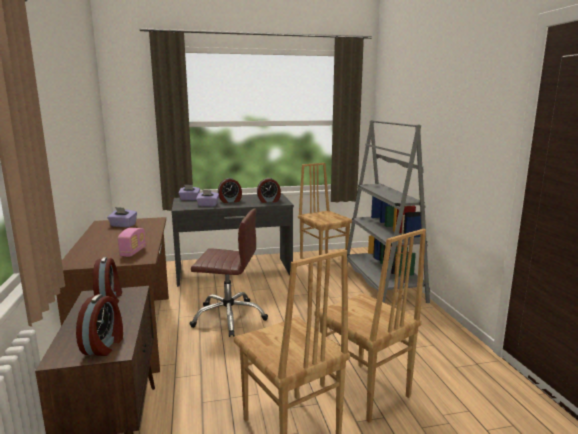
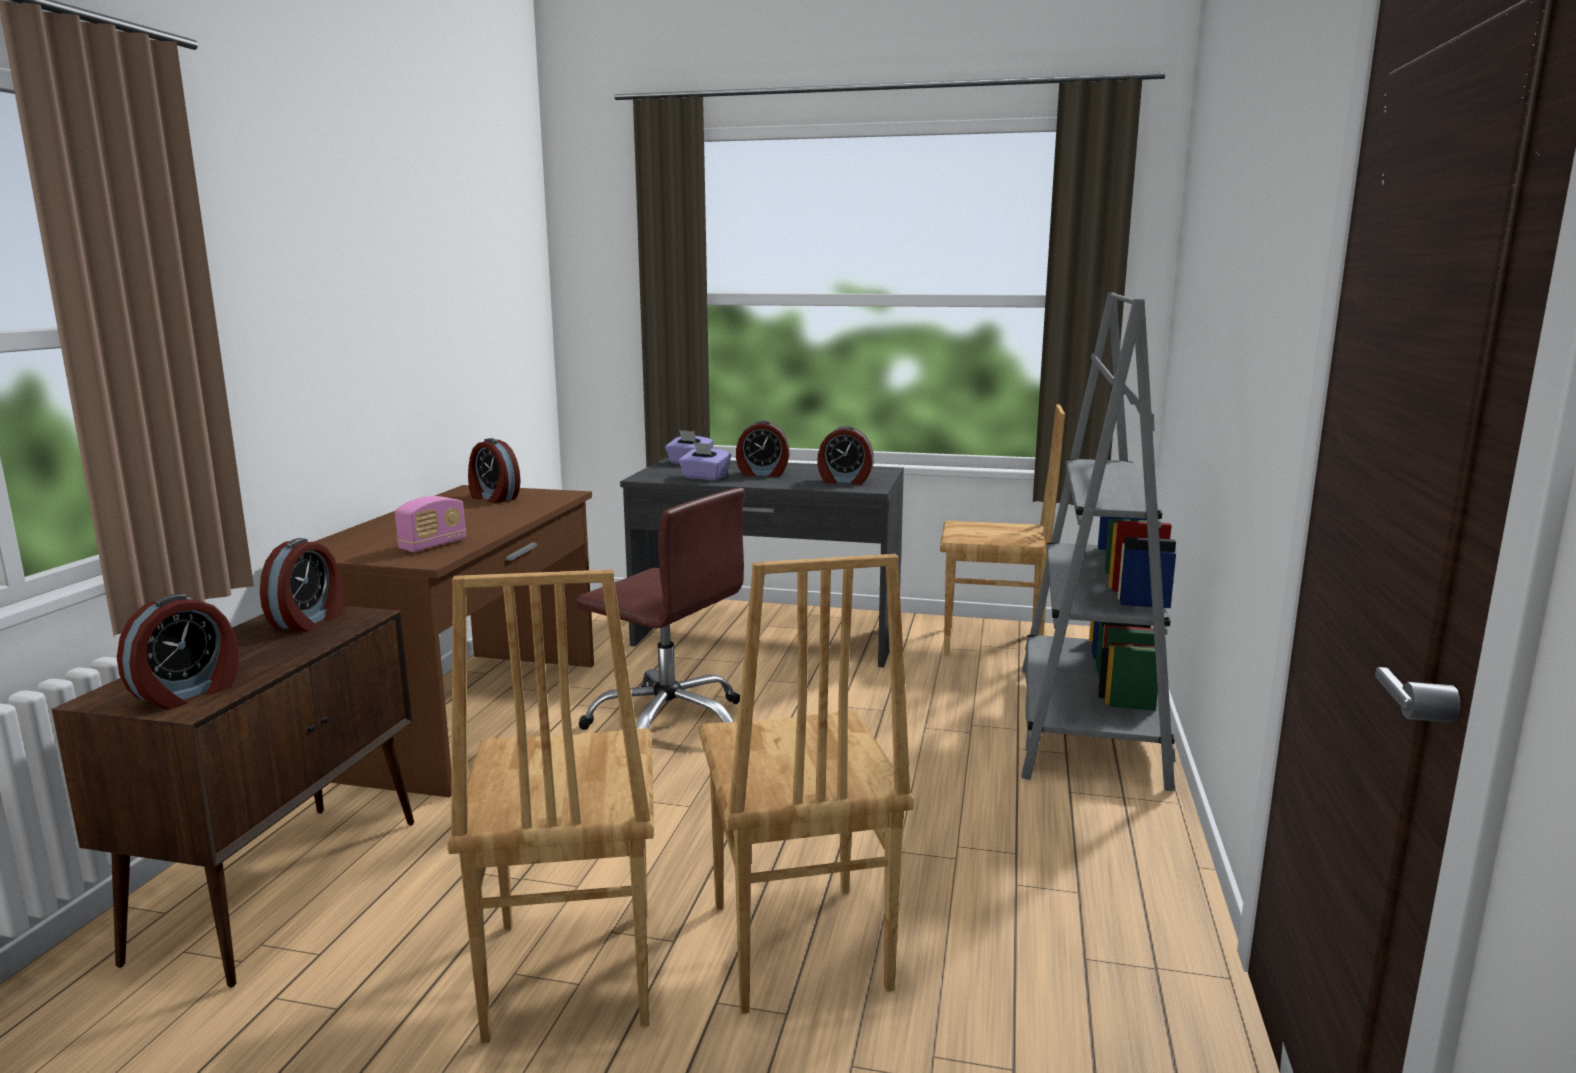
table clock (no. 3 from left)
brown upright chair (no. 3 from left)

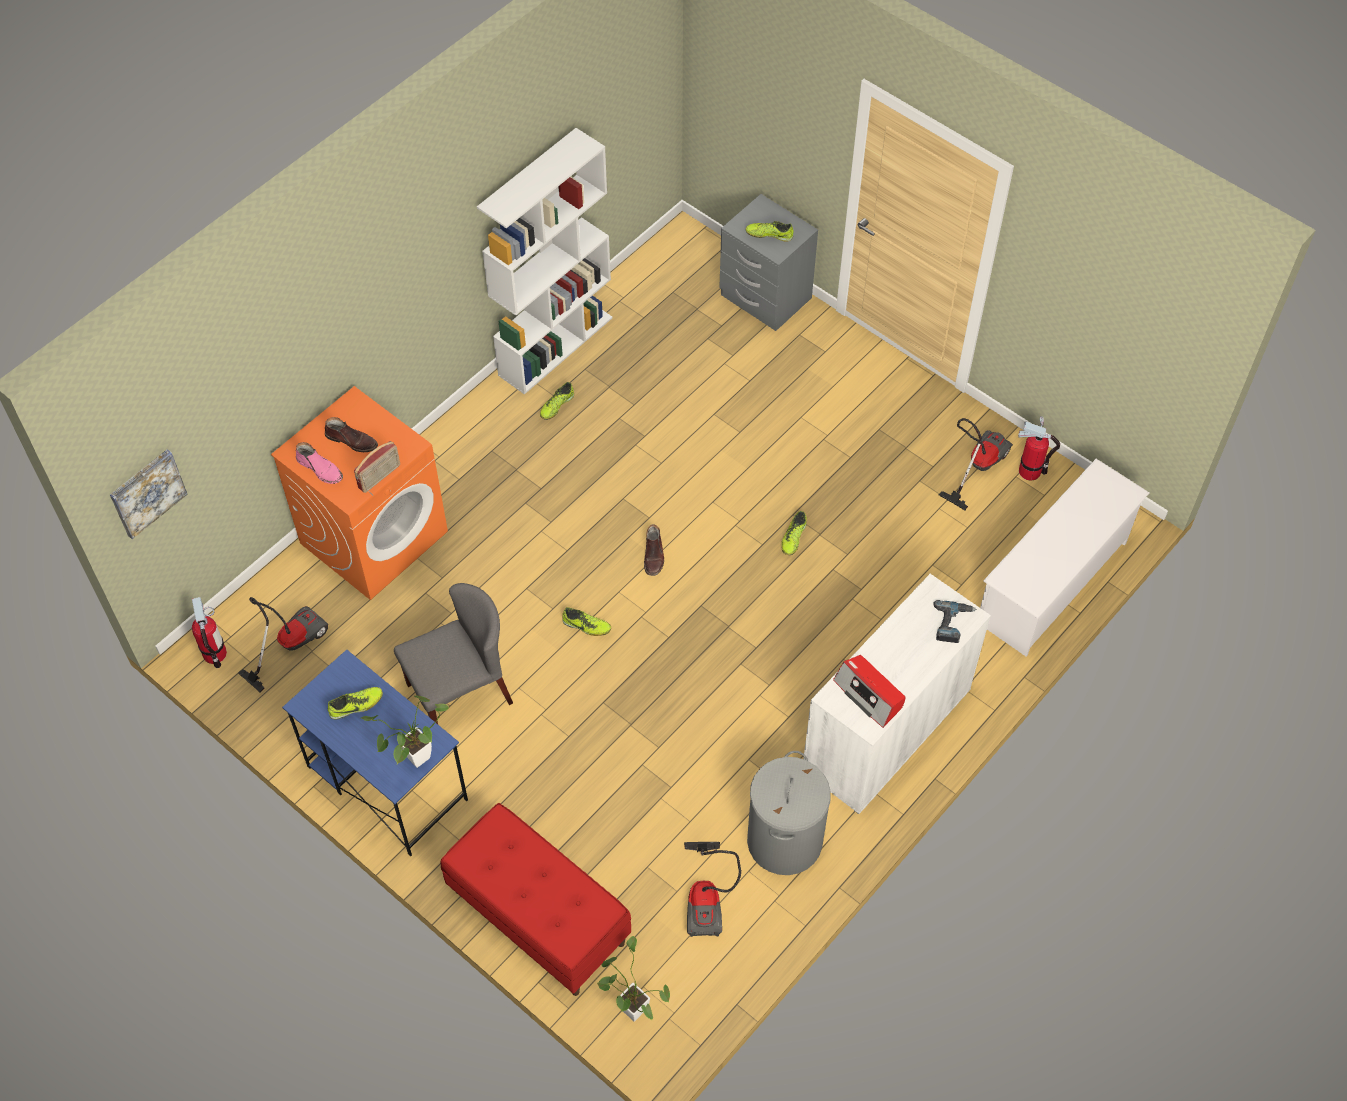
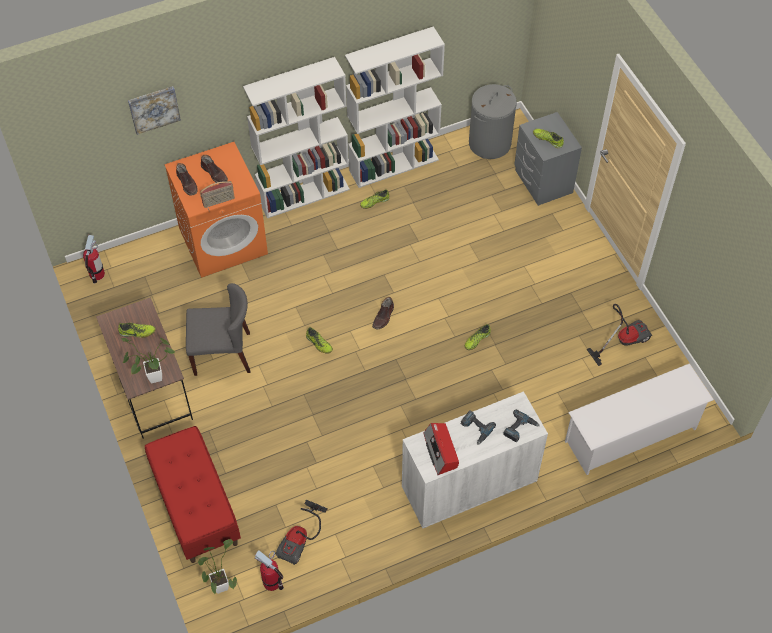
brown desk
picture
brown boot (no. 1 from left)
whitish shelving unit (no. 1 from left)
fire extinguisher (no. 2 from left)
power drill (no. 1 from left)
greyish hamper
vacuum (no. 1 from left in the first image)

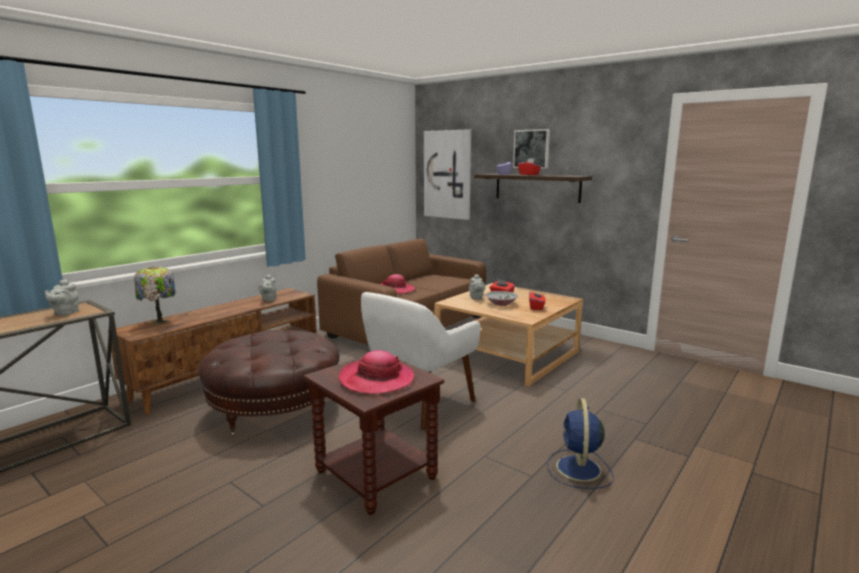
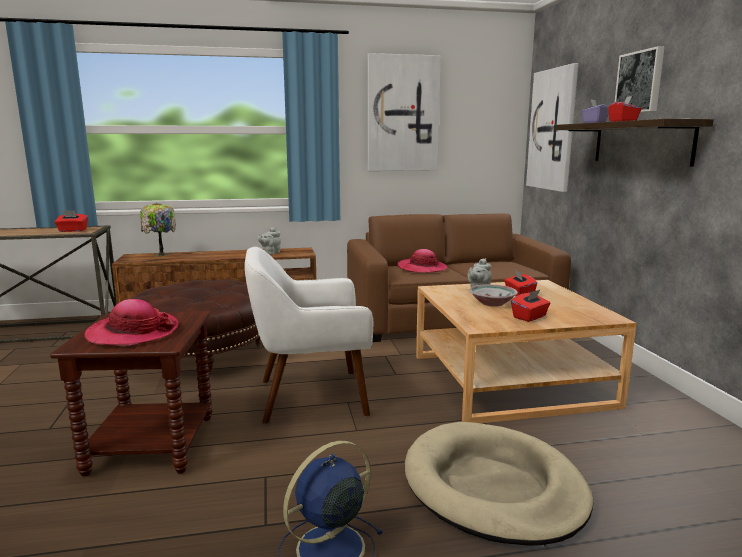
red box of tissues (no. 1 from left)
picture (no. 1 from left)
beige dog bed

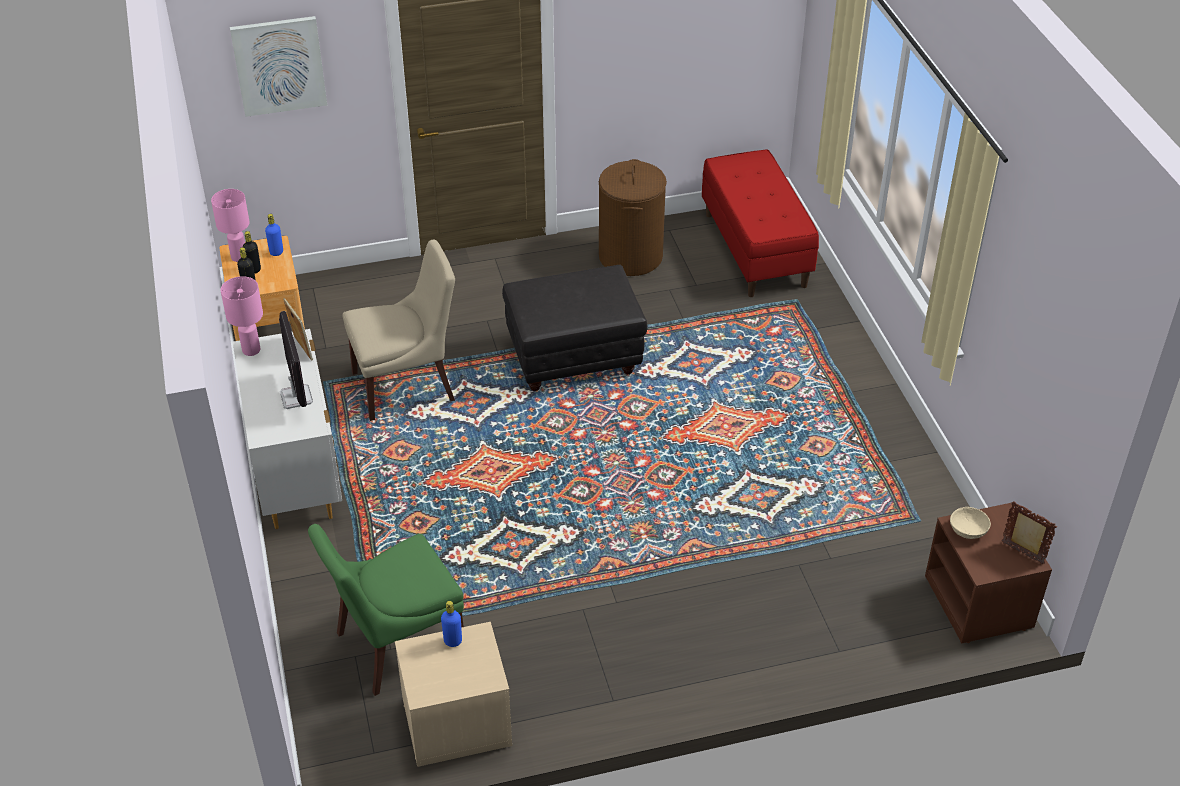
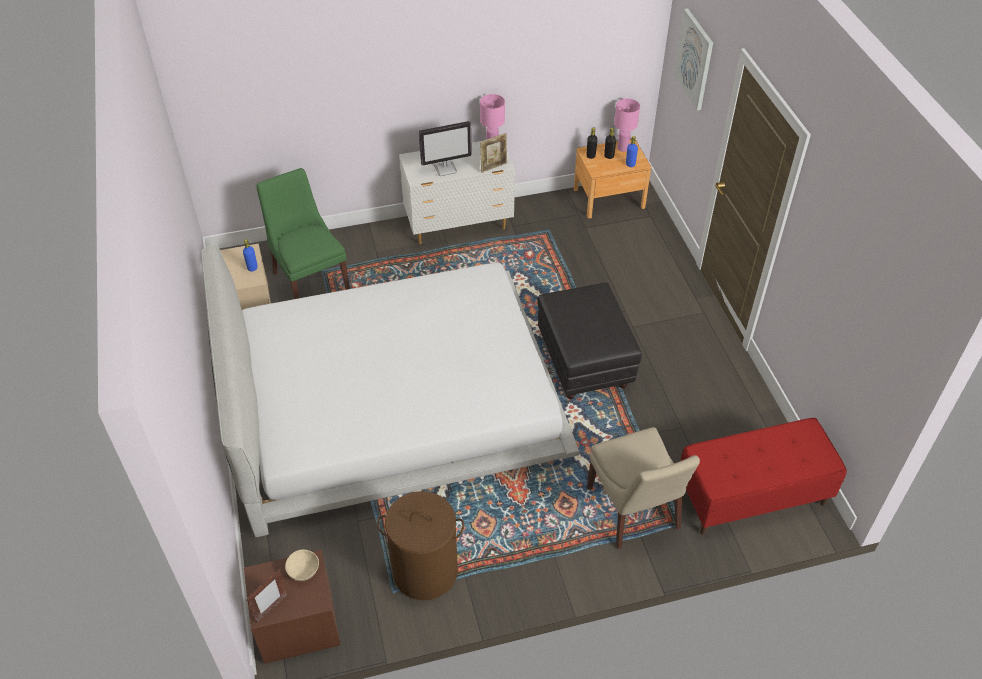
whitish sleeping bed
brown hamper
beige upright chair

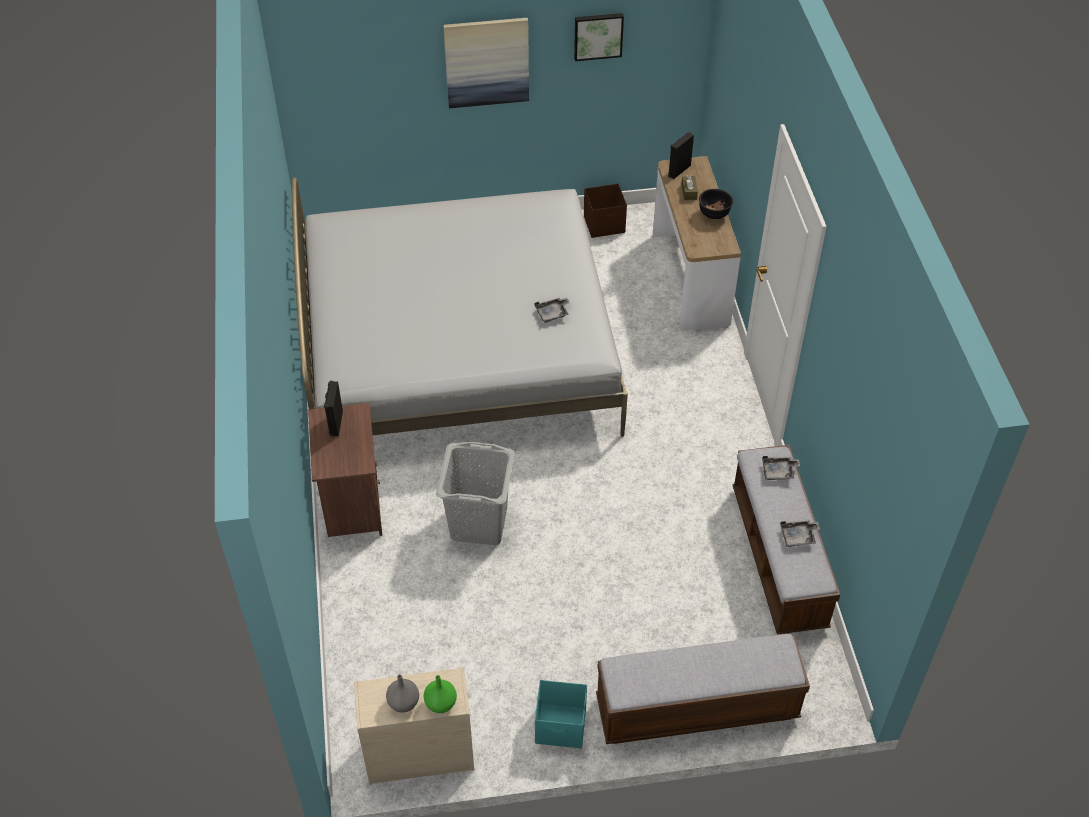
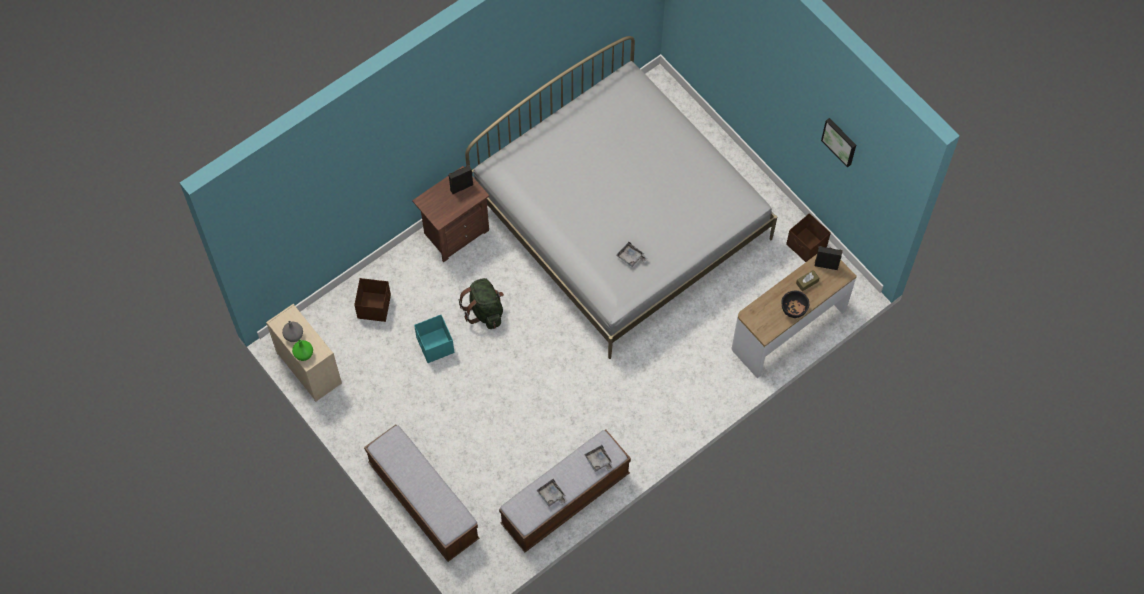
brown storage container (no. 1 from left)
blue-green storage container
green-coloured backpack
picture (no. 1 from left in the first image)

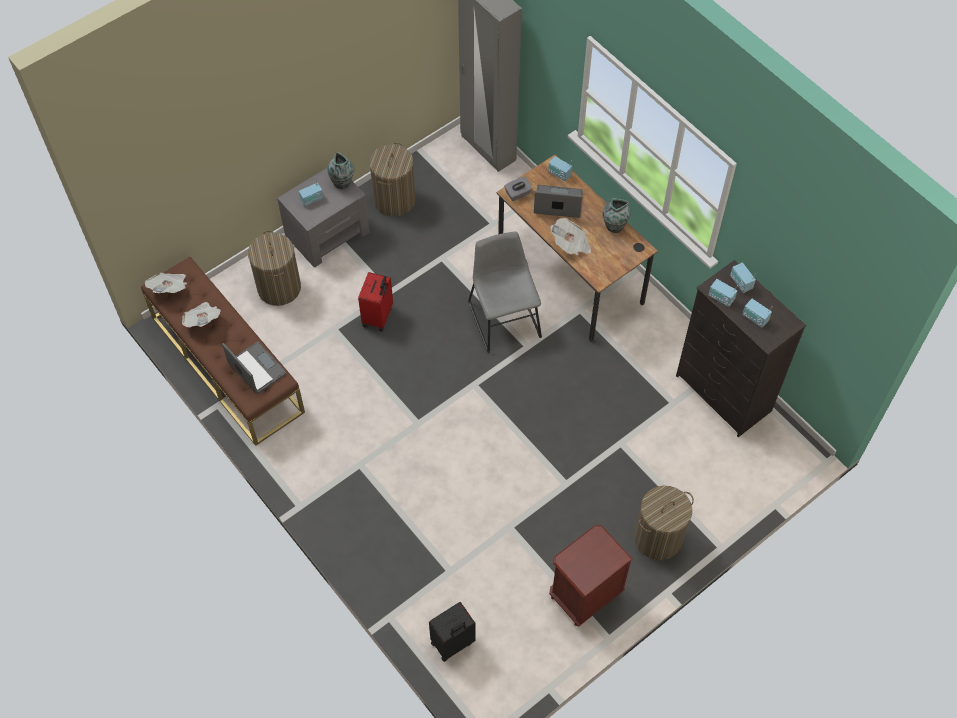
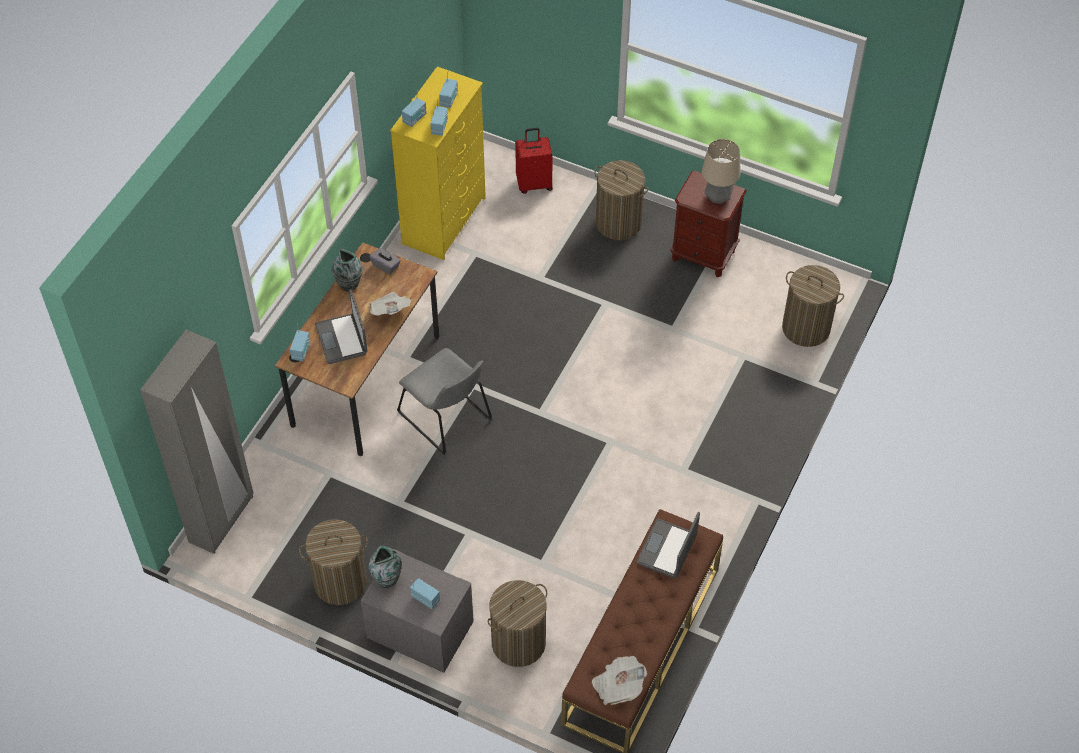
greyish box of tissues
yellow chest of drawers
greyish upright chair
red suitcase
tabletop lamp
hamper (no. 4 from left)
daily paper (no. 2 from left in the first image)

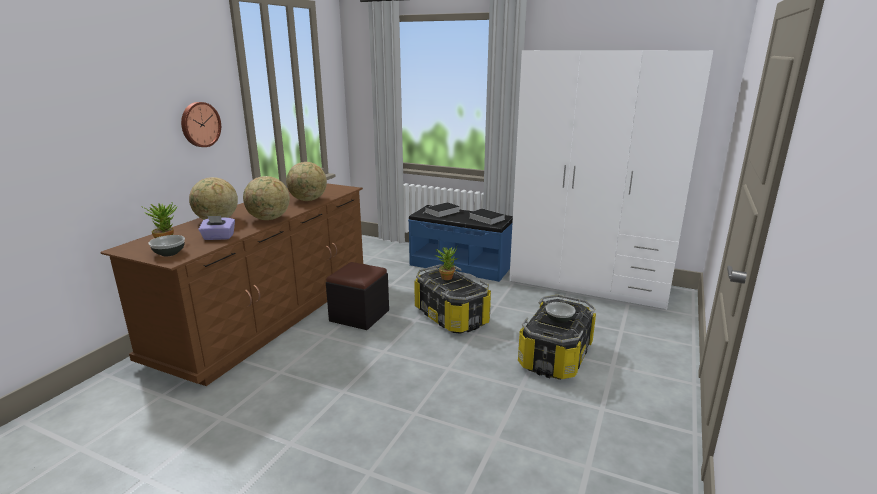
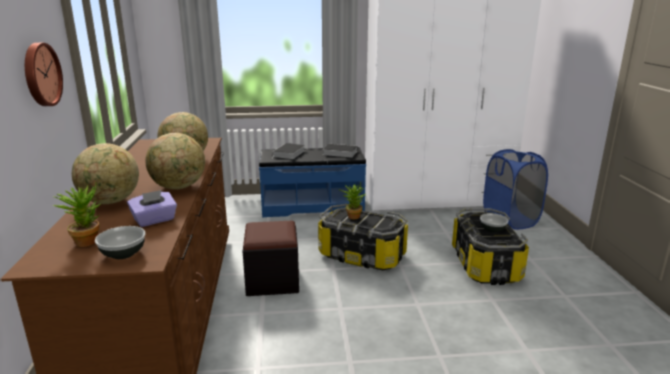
bluish hamper

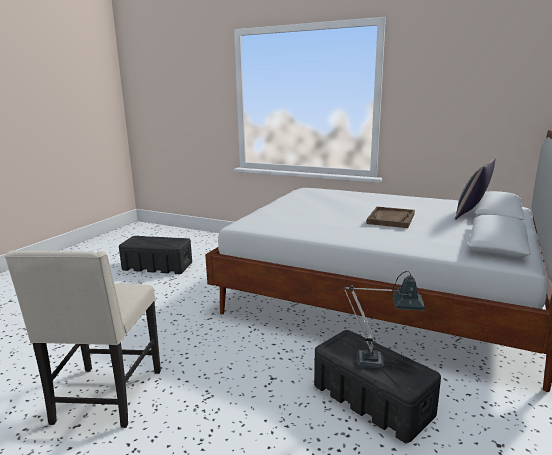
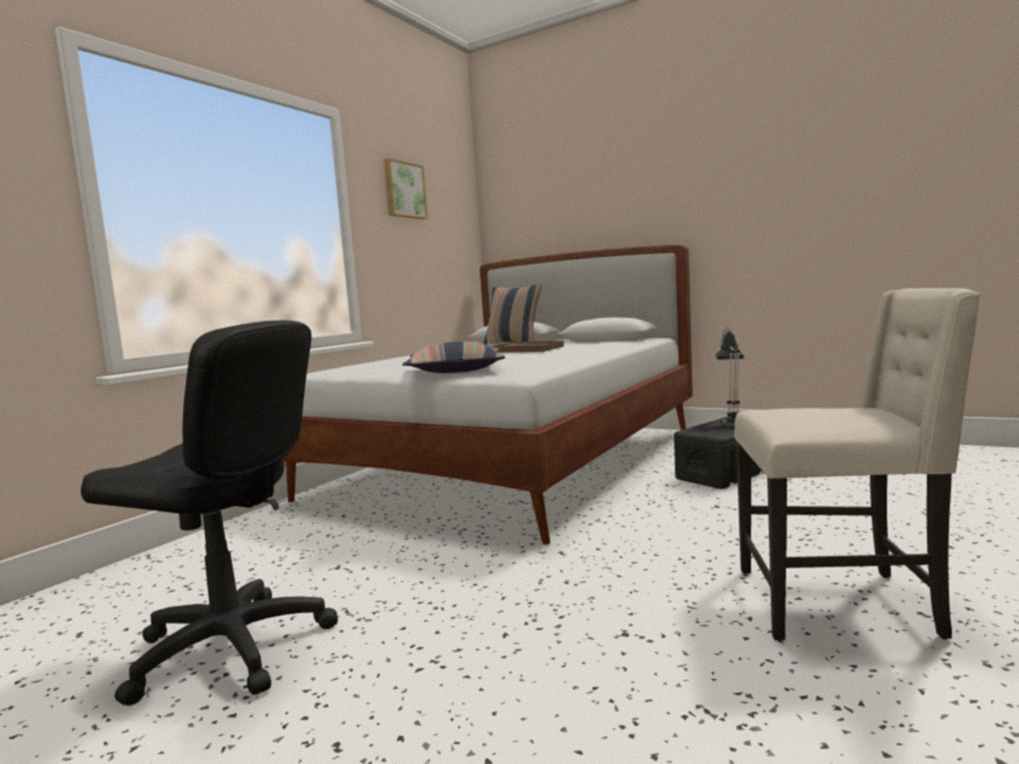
black-coloured desk chair
picture
cushion (no. 1 from left)

